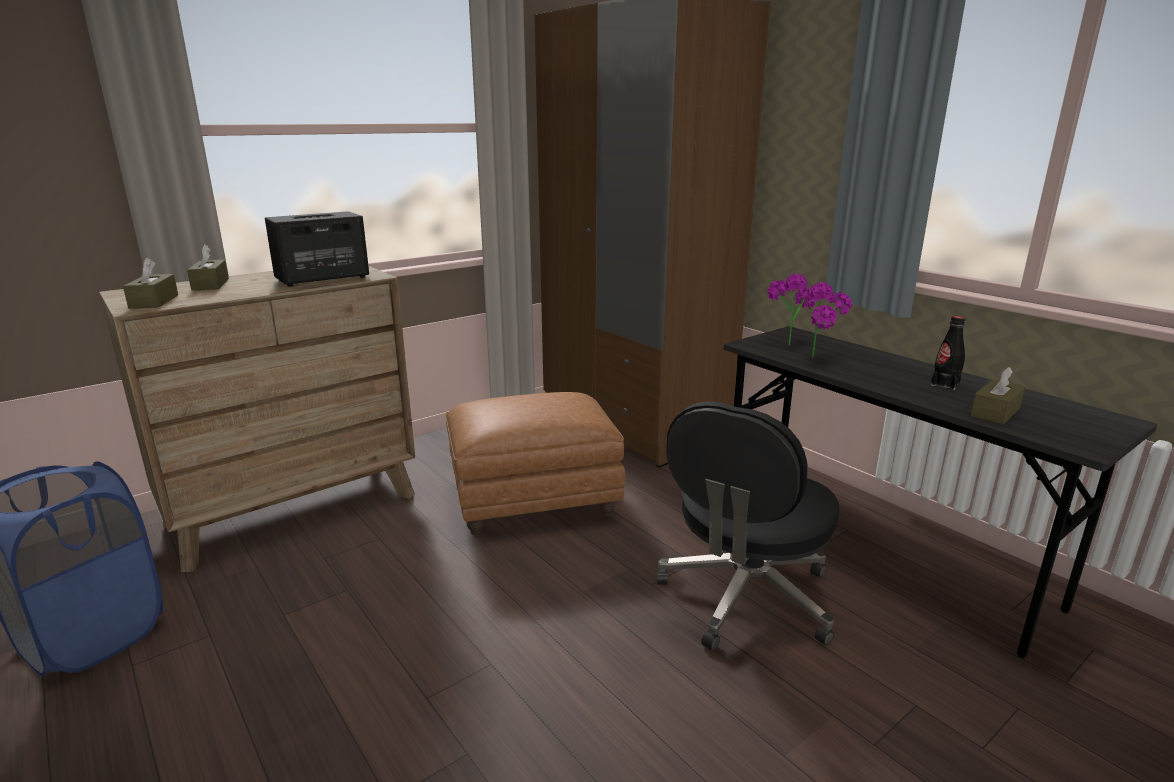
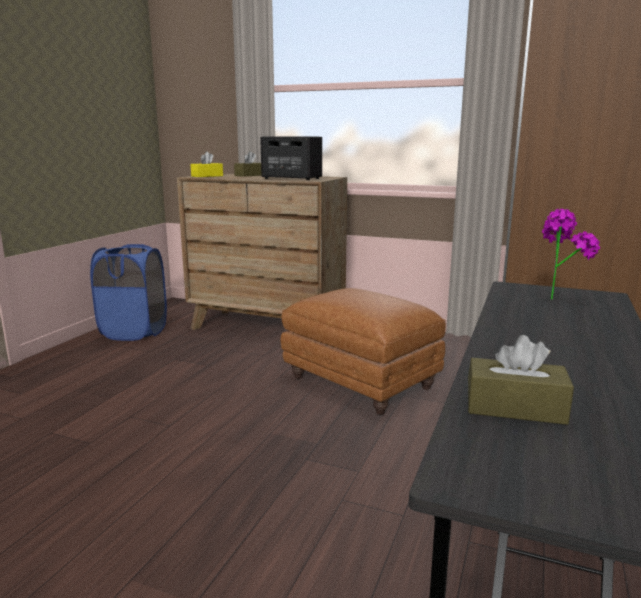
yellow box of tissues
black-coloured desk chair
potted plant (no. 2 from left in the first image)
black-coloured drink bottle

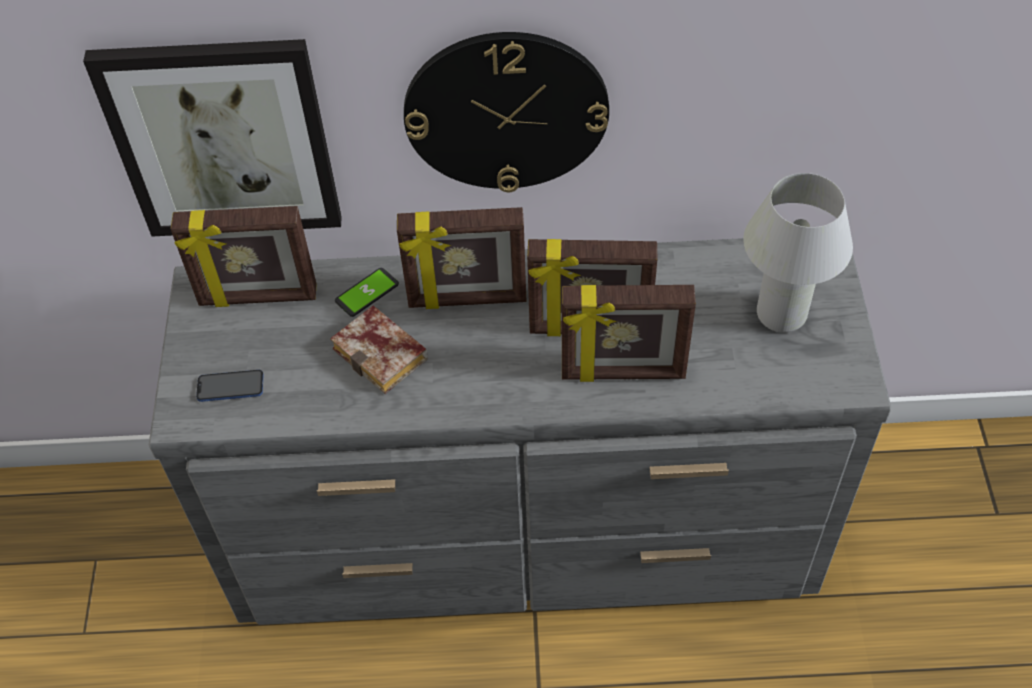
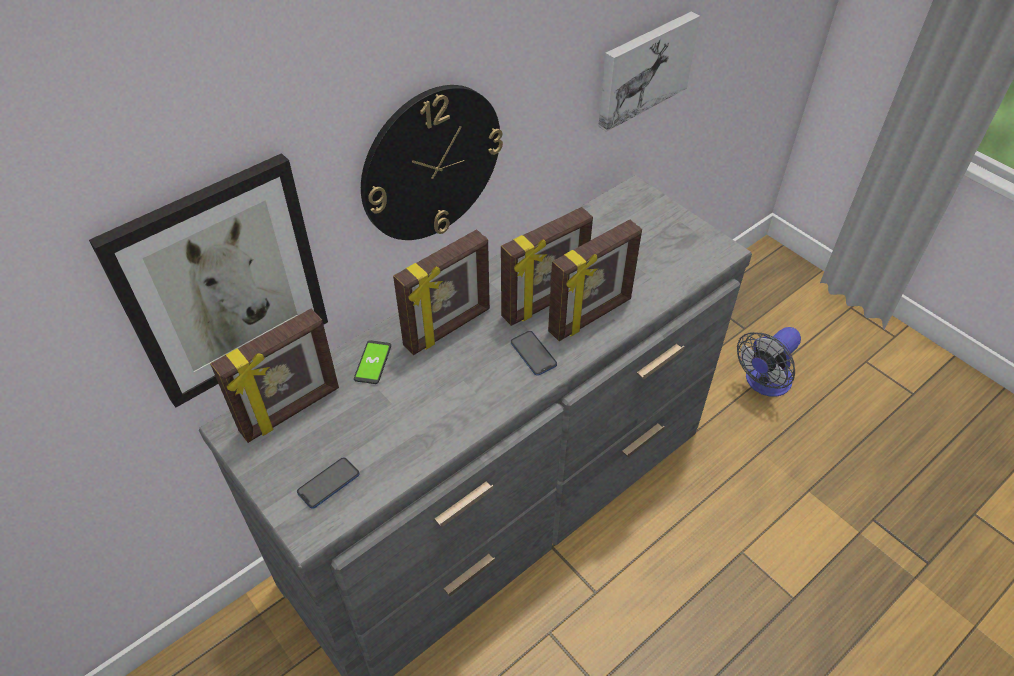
phone (no. 3 from left)
picture (no. 2 from left)
cooling fan
bound book
whitish tabletop lamp

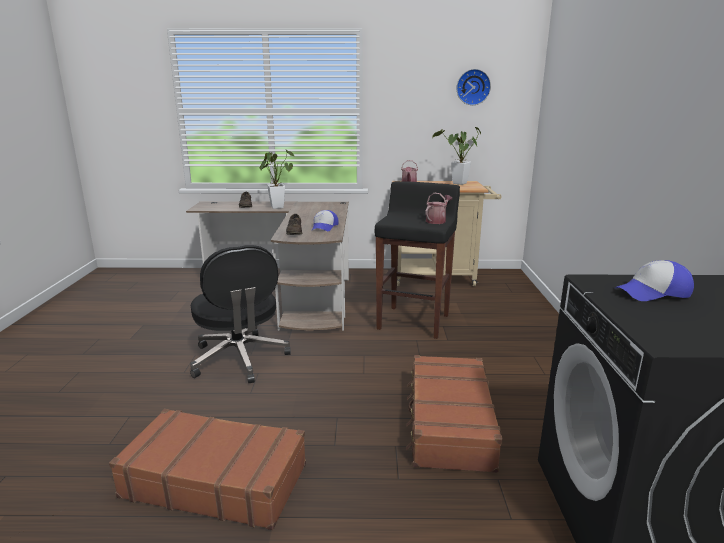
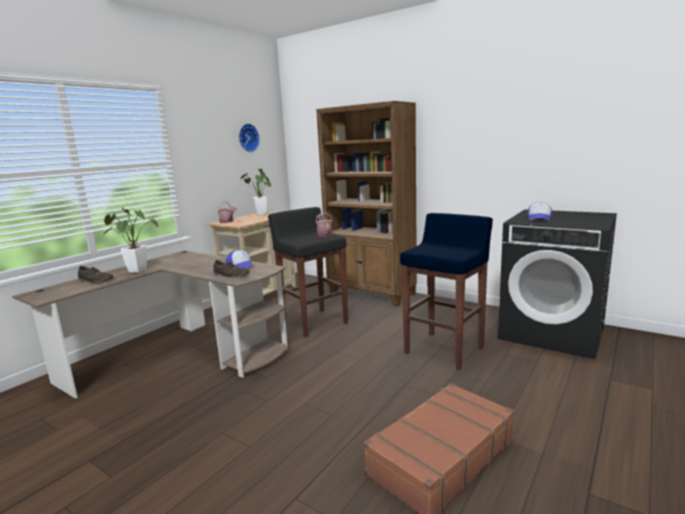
brown shelving unit
bluish sitting stool
black-coloured desk chair

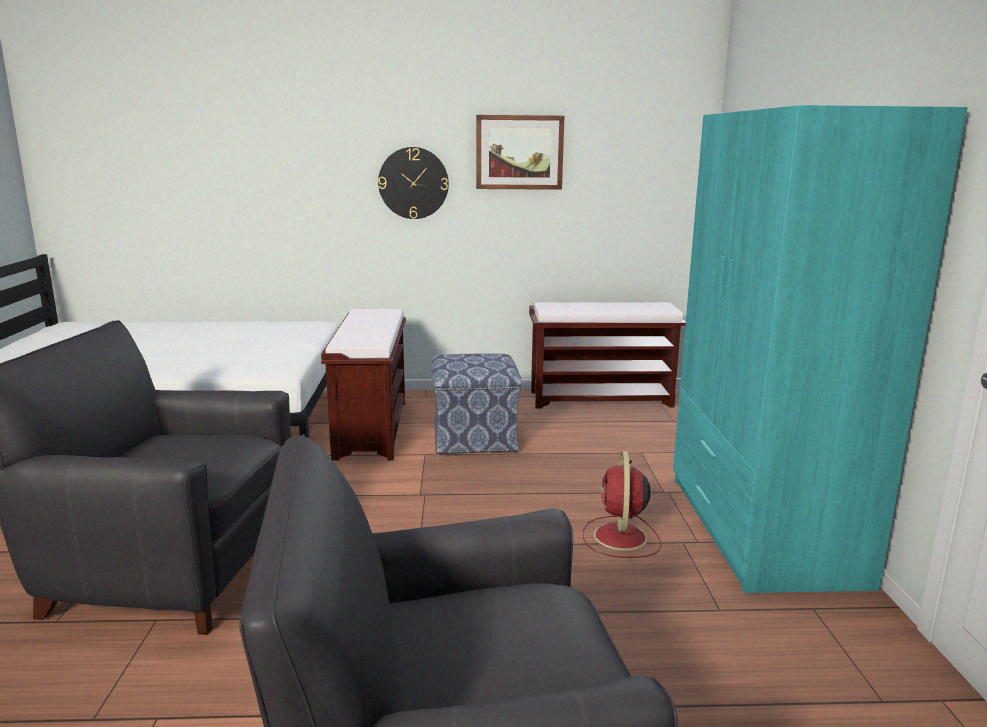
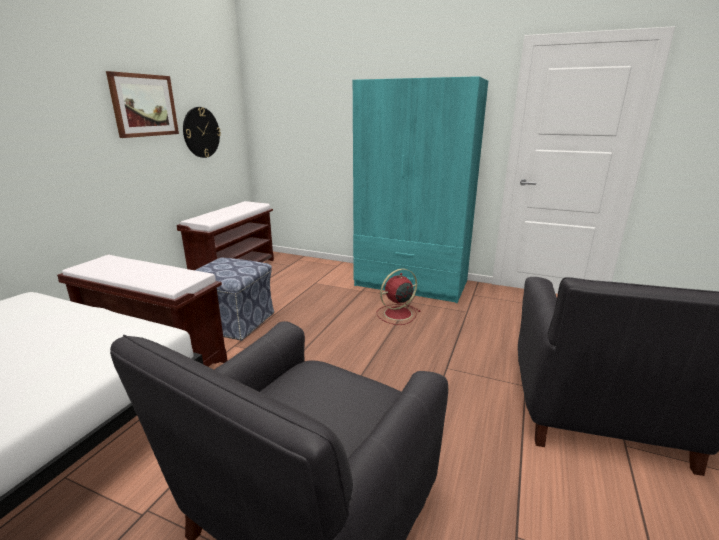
hanging clock
red cooling fan

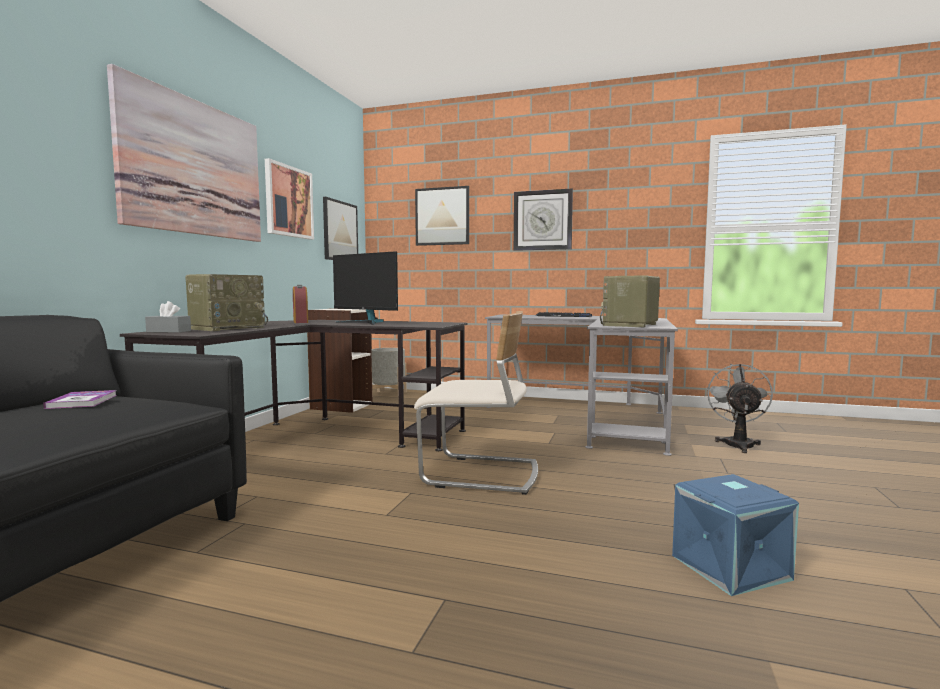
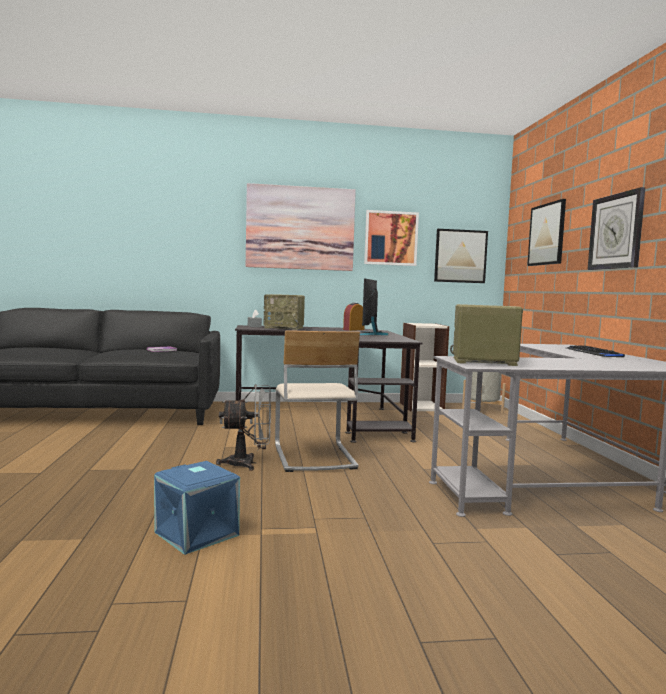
greyish cooling fan

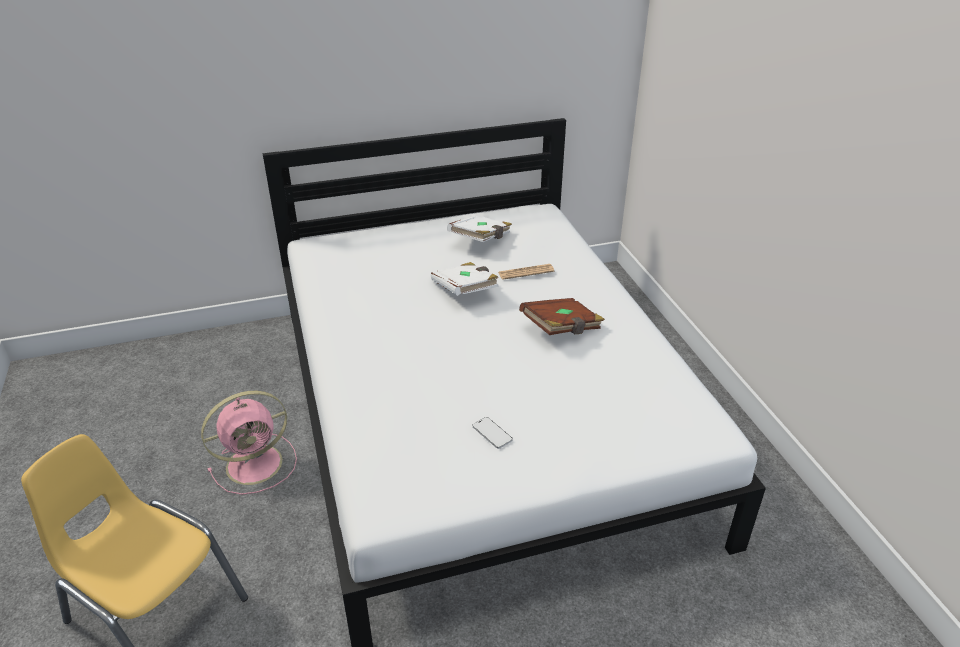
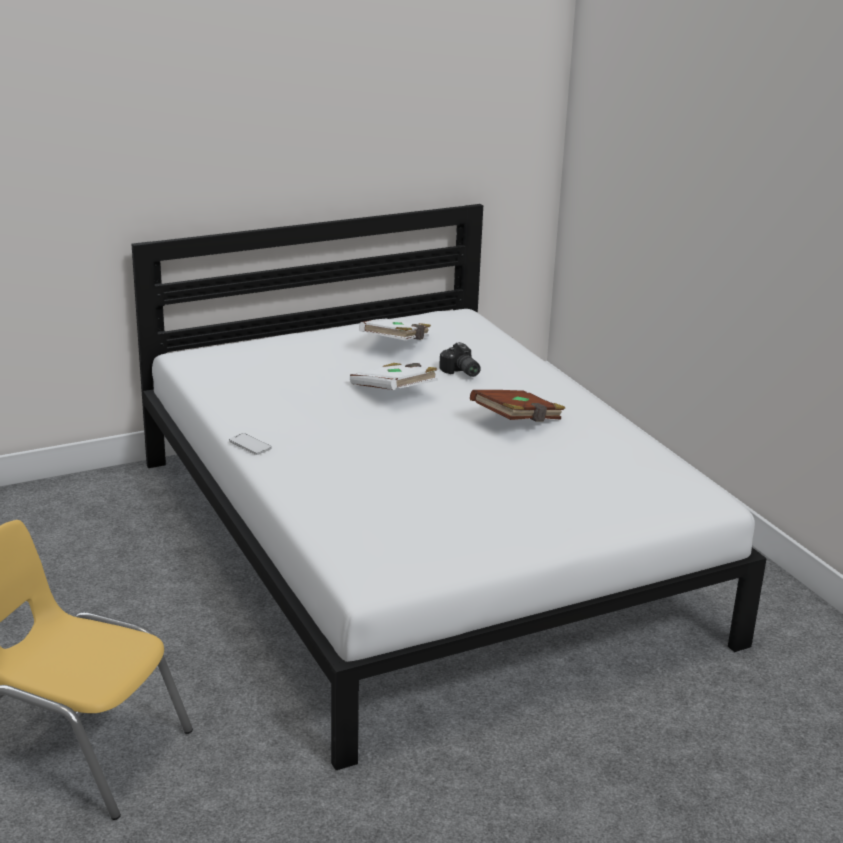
phone
photo camera
pinkish cooling fan

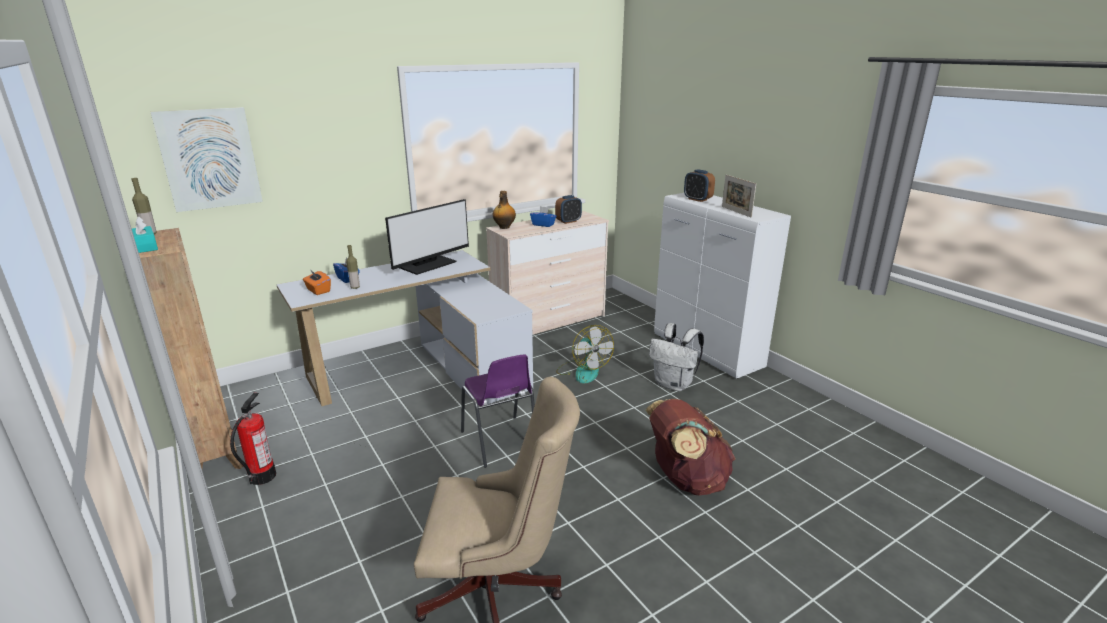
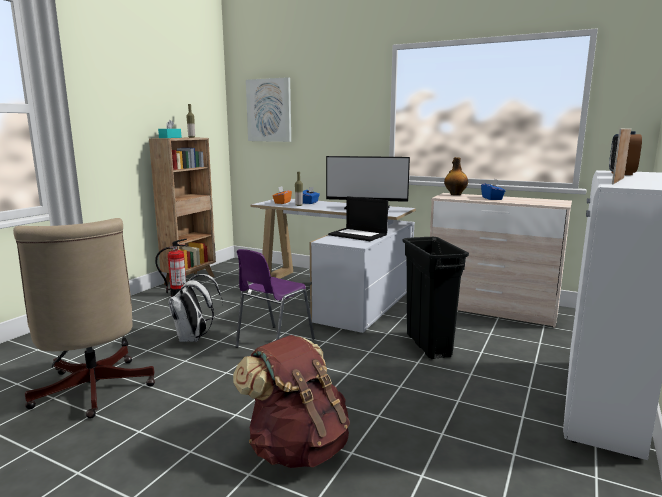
whitish backpack
notebook computer
black-coloured waste bin
table clock (no. 1 from left in the first image)

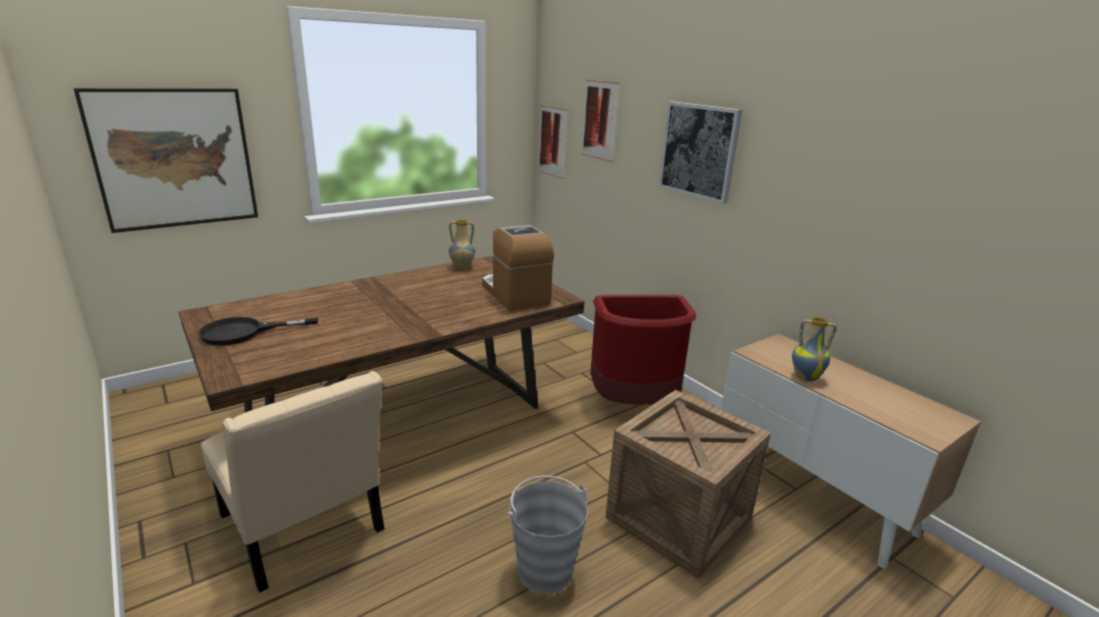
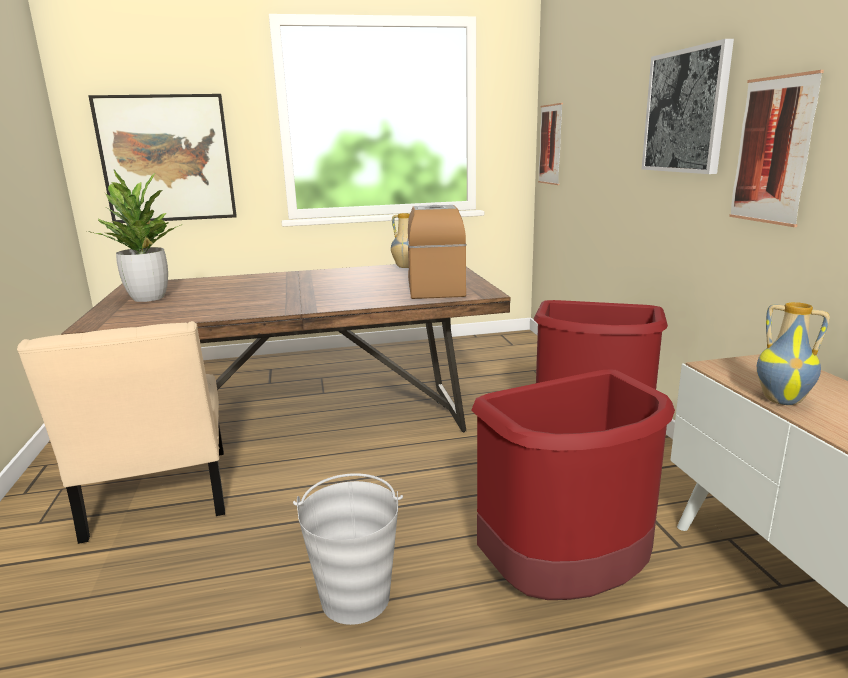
potted plant
red waste bin (no. 1 from left)
picture (no. 4 from left)

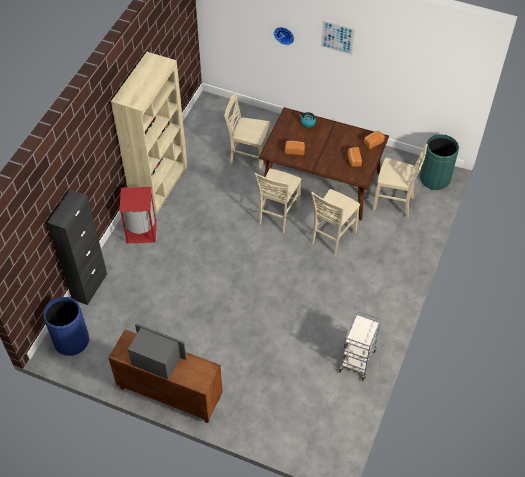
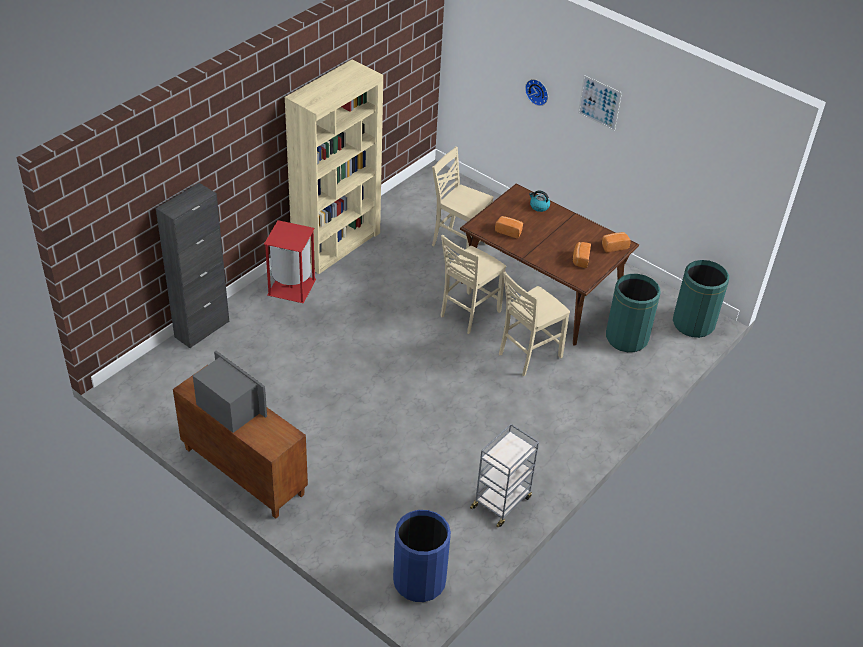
bluish waste bin
green-coloured waste bin (no. 1 from left)

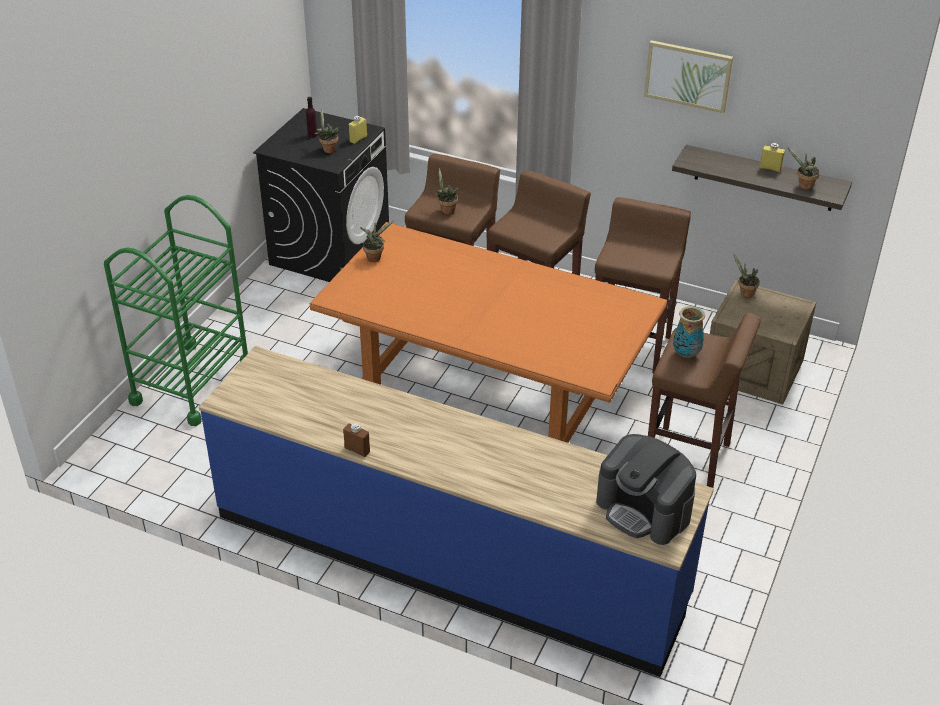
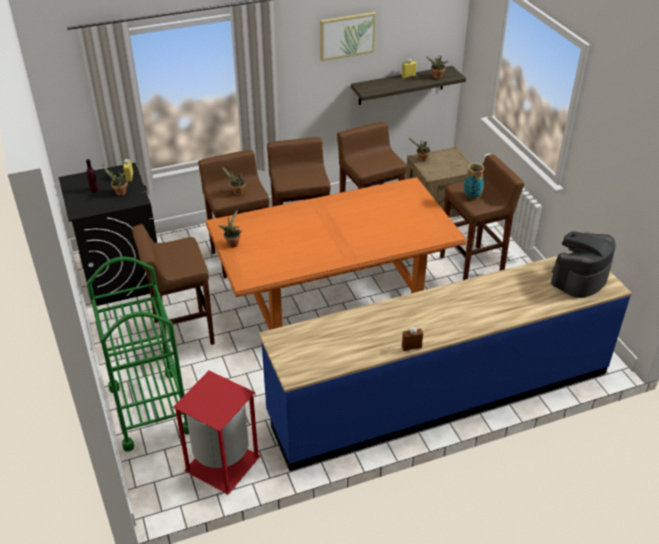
brown sitting stool (no. 1 from left)
red waste bin
coffee brewer

